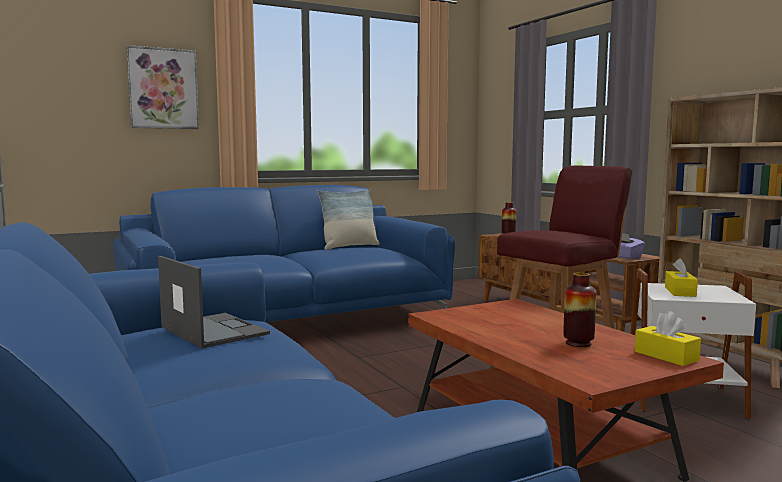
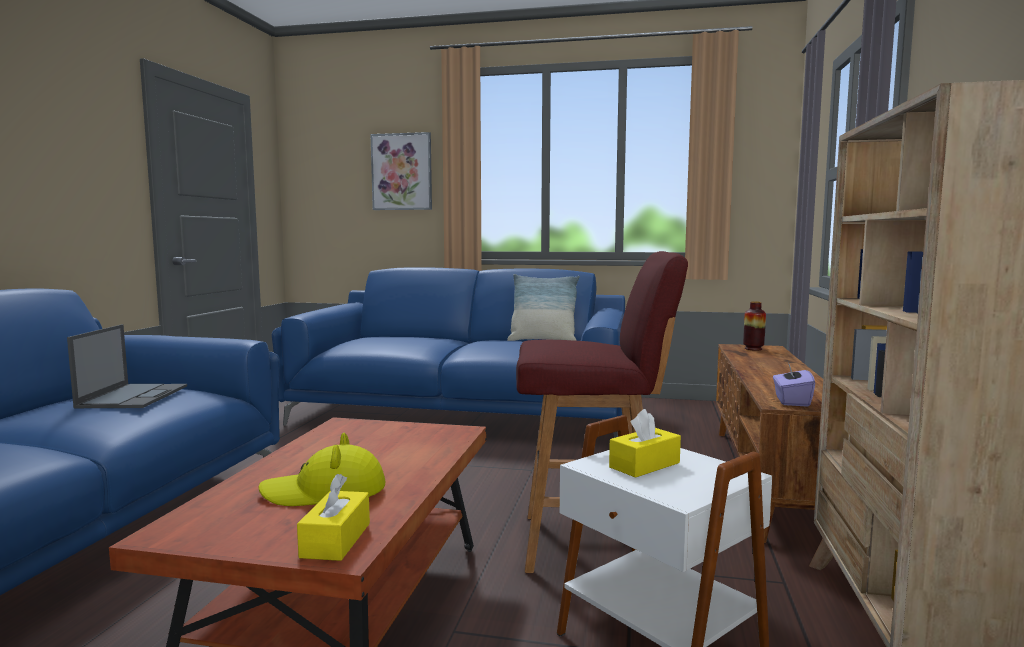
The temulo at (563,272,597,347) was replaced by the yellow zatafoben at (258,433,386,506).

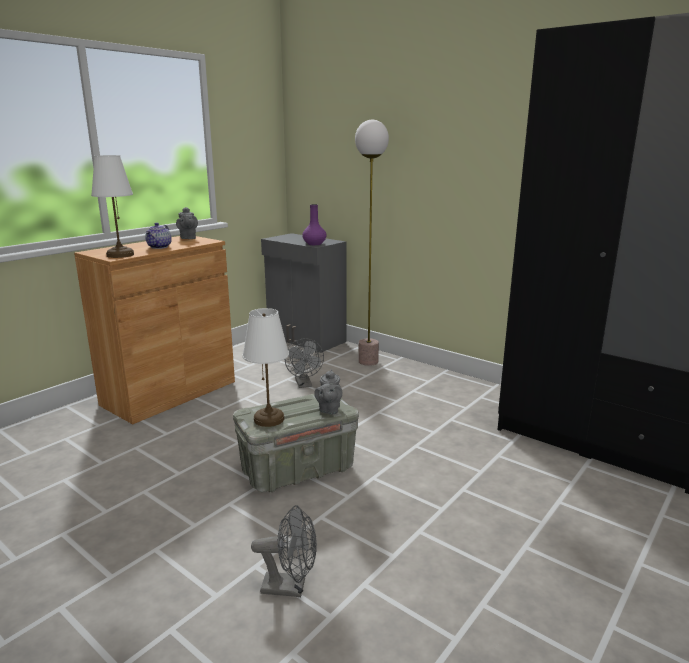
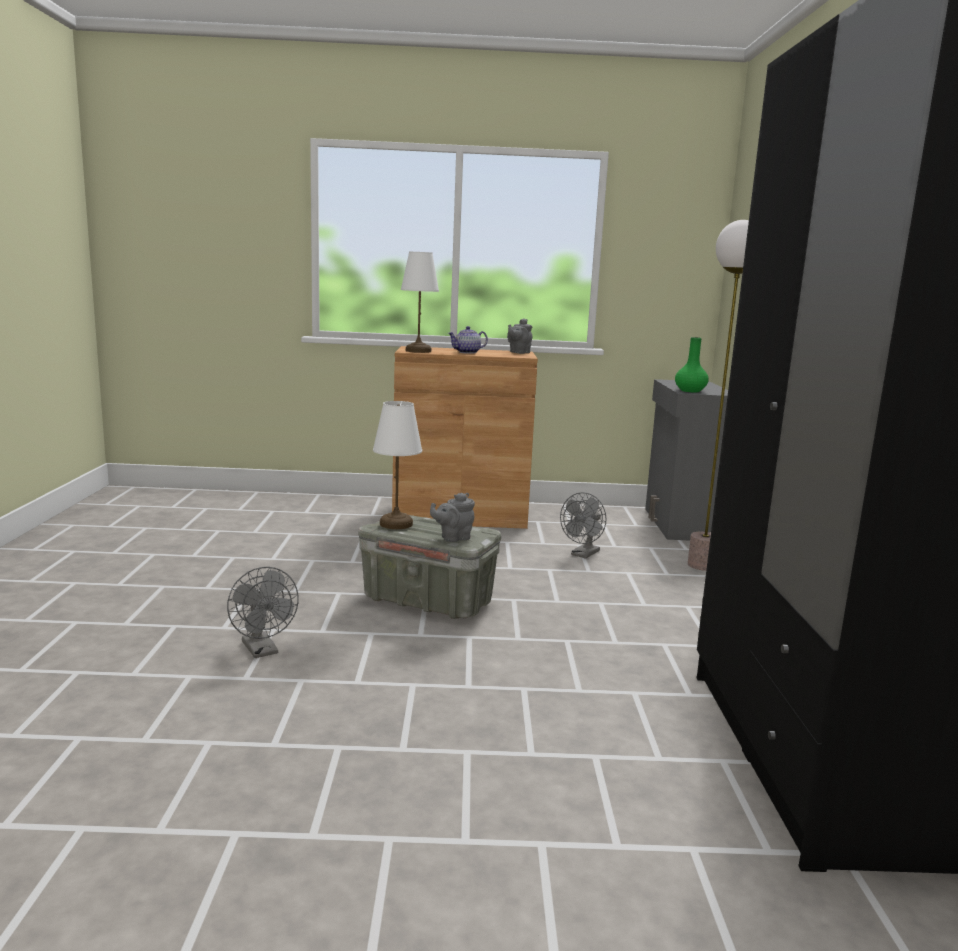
The purple temulo at (302,204,327,245) became the green temulo at (675,337,709,392).

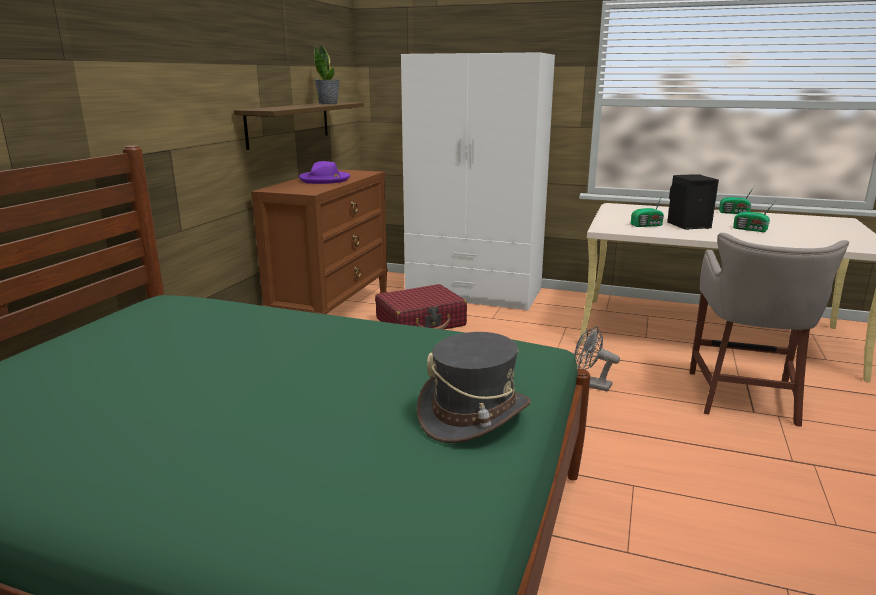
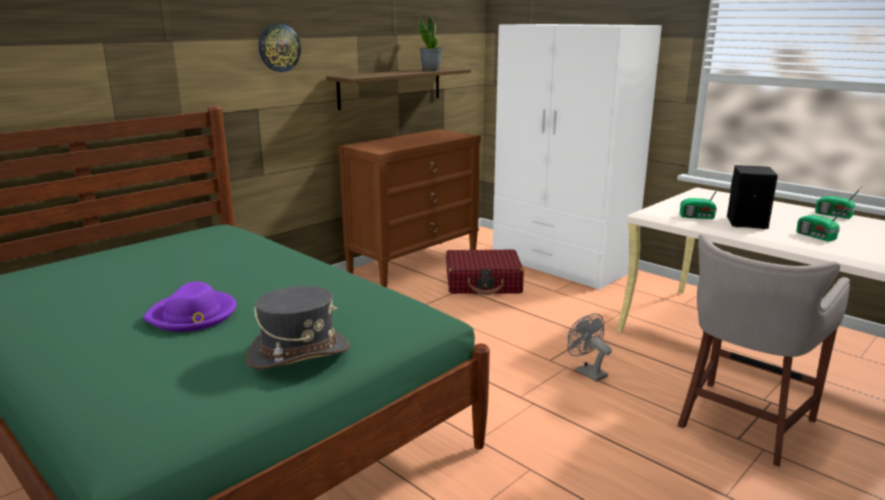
The purple zatafoben moved from (299,161,350,184) to (143,281,236,332).
The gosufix at (259,23,301,72) appeared.

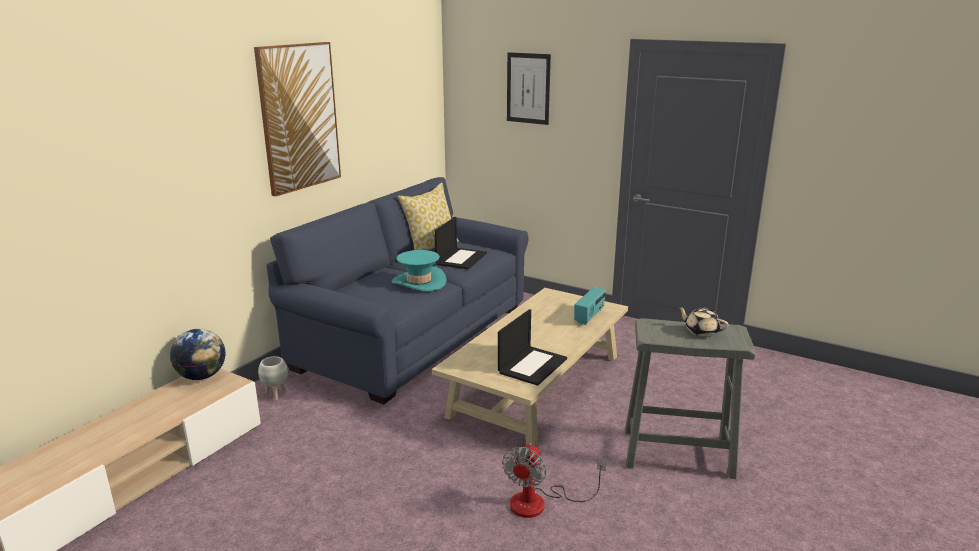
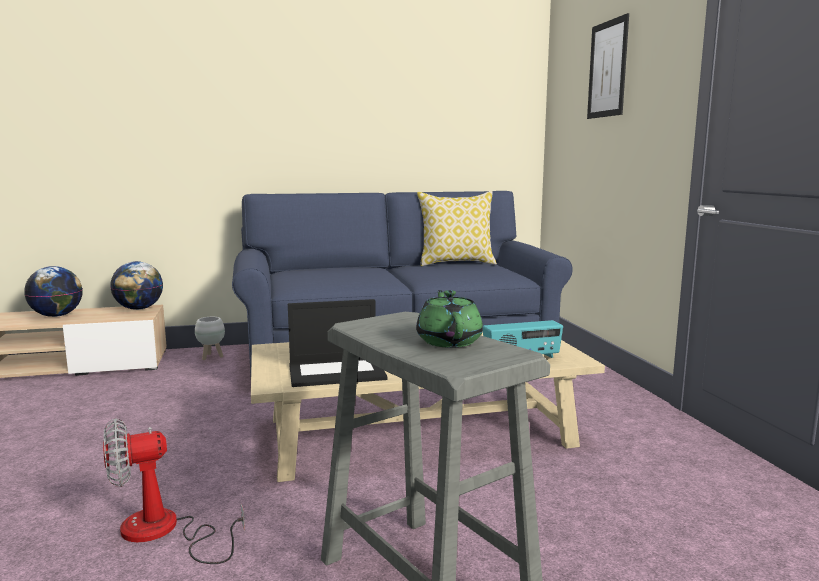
The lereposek at (24,266,83,317) appeared.
The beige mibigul at (677,306,729,337) became the green mibigul at (416,290,483,348).
The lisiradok at (254,42,341,197) disappeared.
The turquoise zatafoben at (392,250,447,291) disappeared.
The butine at (434,217,487,269) disappeared.

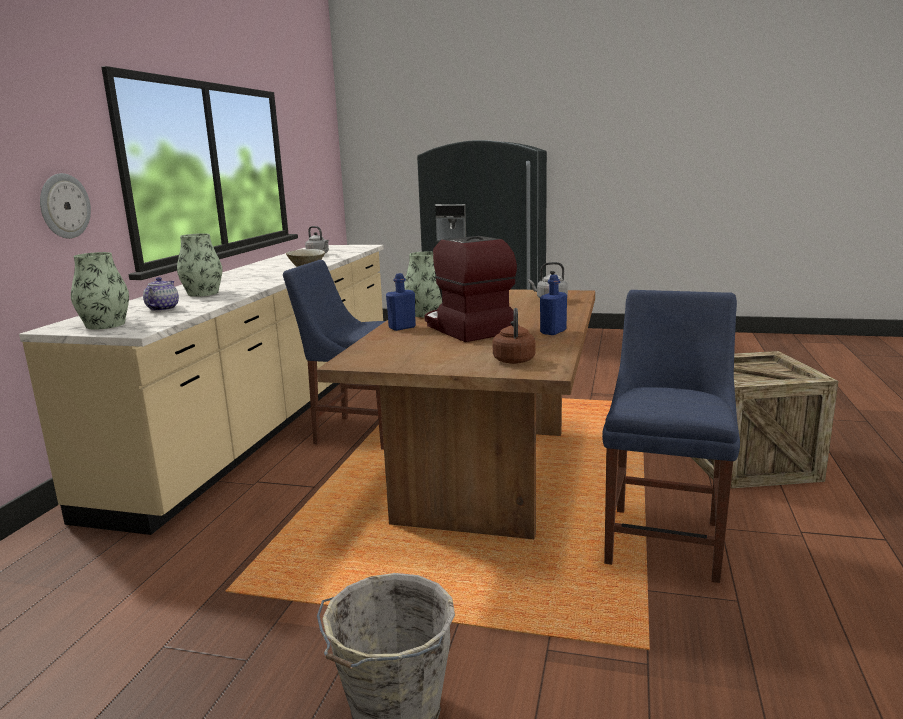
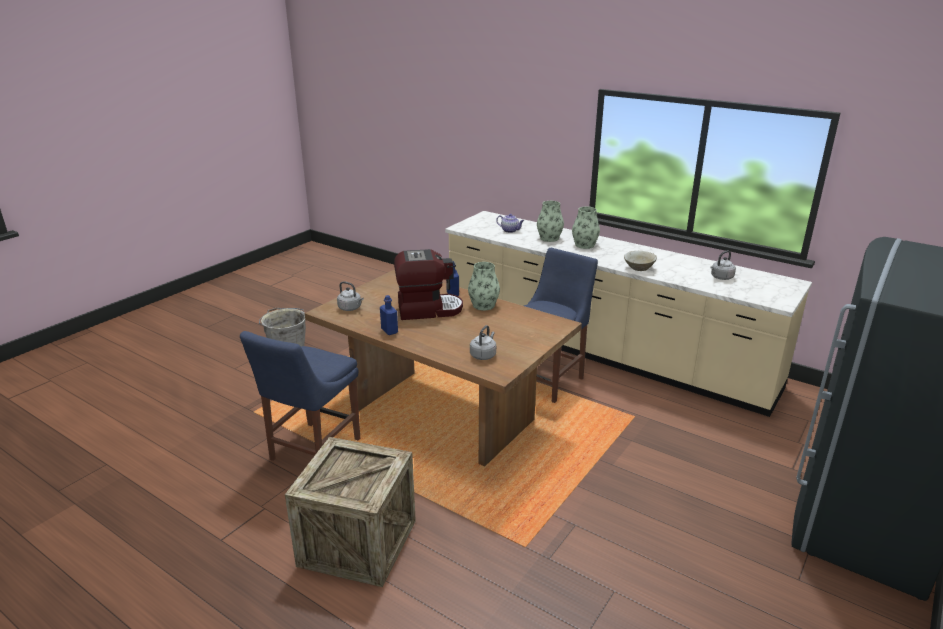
The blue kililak at (602,290,740,583) turned 75 degrees clockwise.
The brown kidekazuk at (493,308,536,364) became the grey kidekazuk at (337,281,364,311).
The temulo moved from (71,252,129,330) to (572,207,600,249).
The gosufix at (40,173,91,239) disappeared.

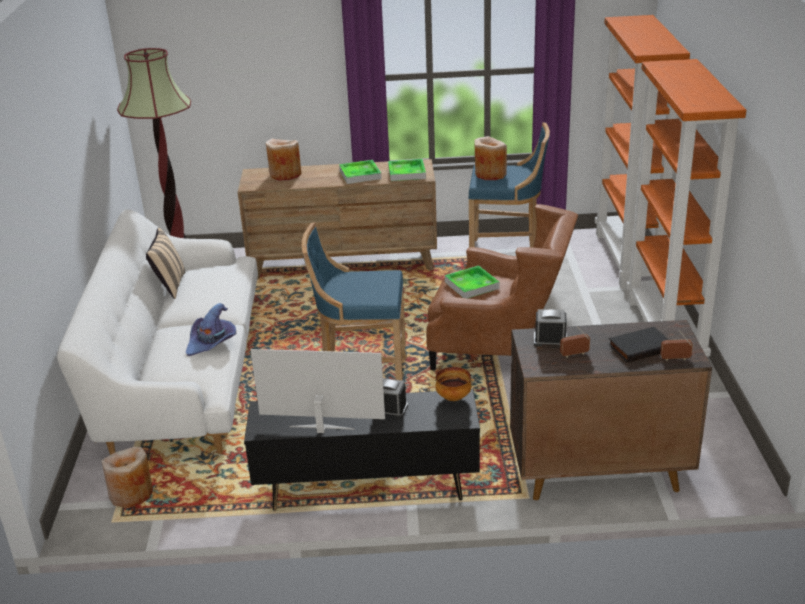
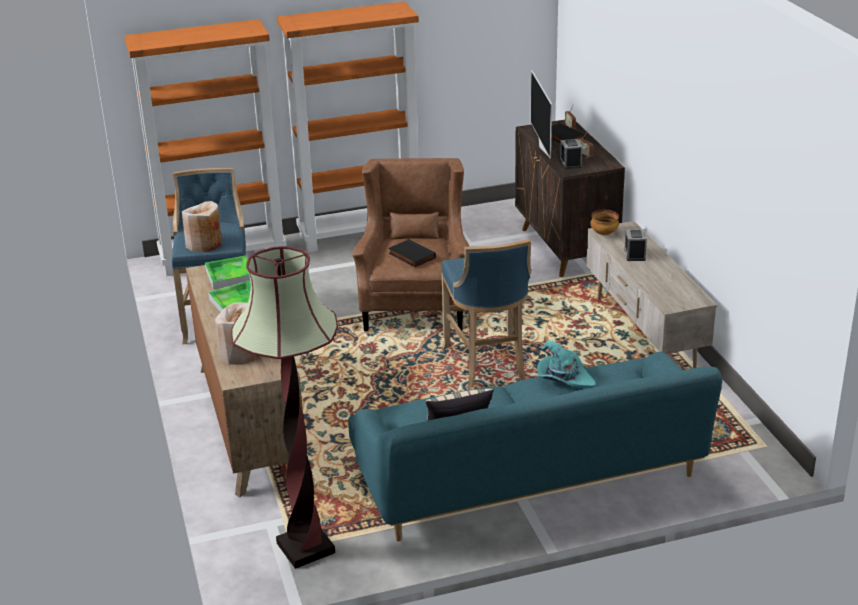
The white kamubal at (57,209,258,455) became the turquoise kamubal at (348,352,723,542).
The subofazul at (445,265,500,298) was replaced by the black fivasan at (388,239,436,267).
The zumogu moved from (251,349,385,433) to (531,70,552,159).
The purple zatafoben at (186,303,236,356) became the turquoise zatafoben at (537,340,595,387).
The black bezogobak at (244,389,480,511) became the beige bezogobak at (586,221,717,368).
The beige temulo at (102,447,153,508) disappeared.

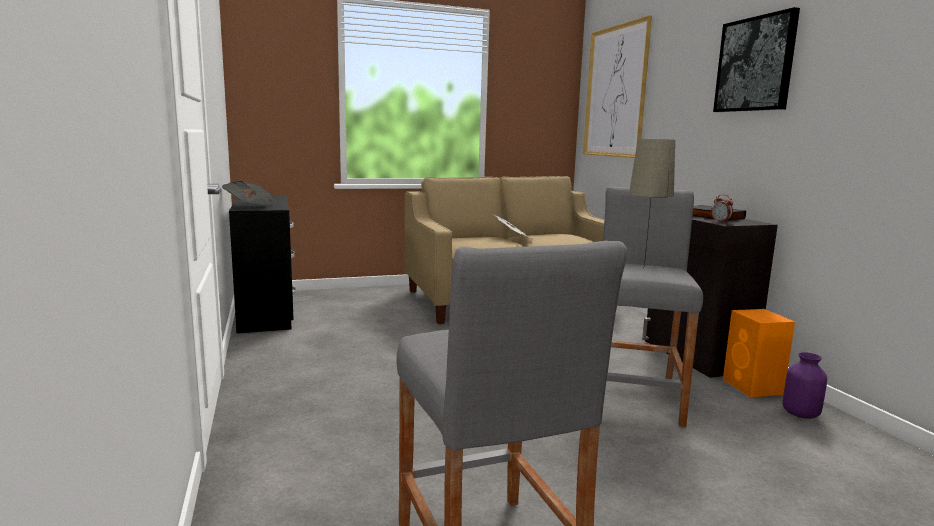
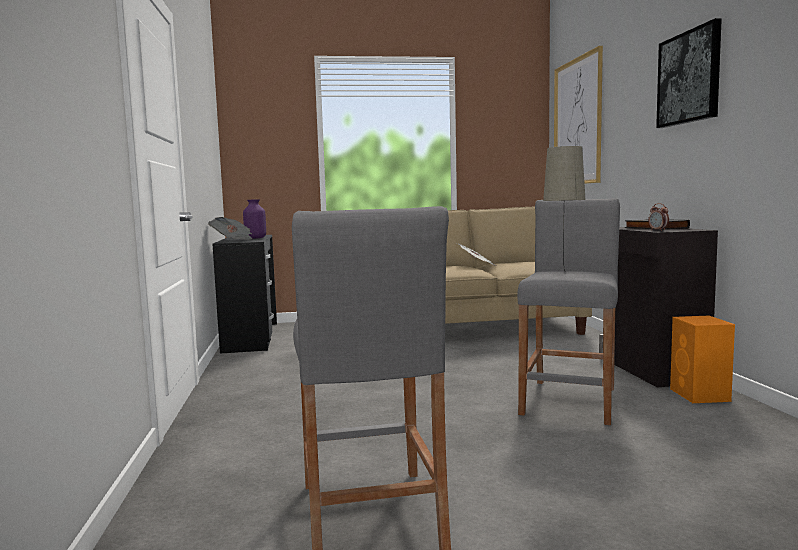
The purple temulo moved from (783,352,827,419) to (243,199,266,239).

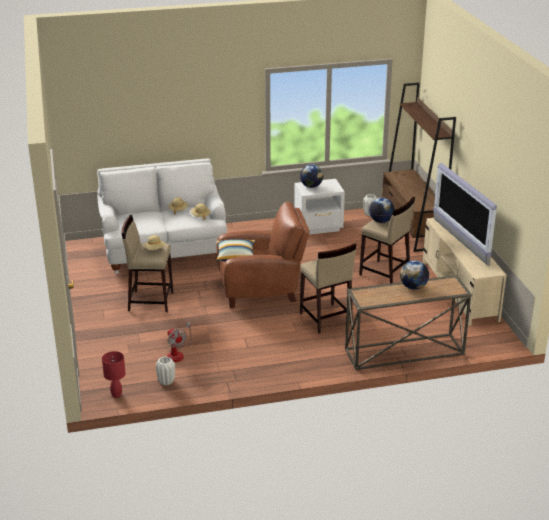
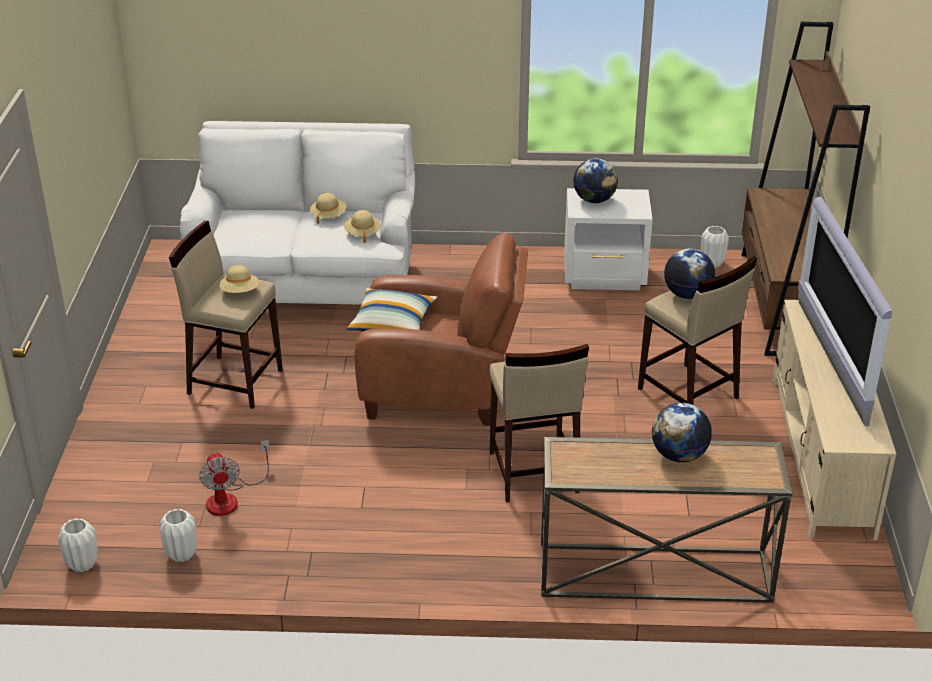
The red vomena at (102,351,126,398) was replaced by the white temulo at (58,518,98,572).

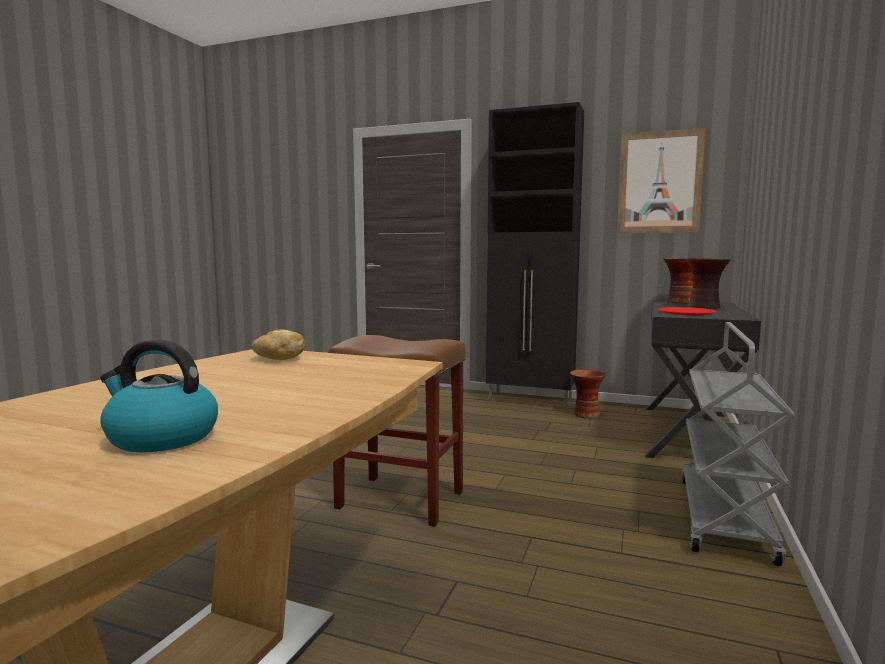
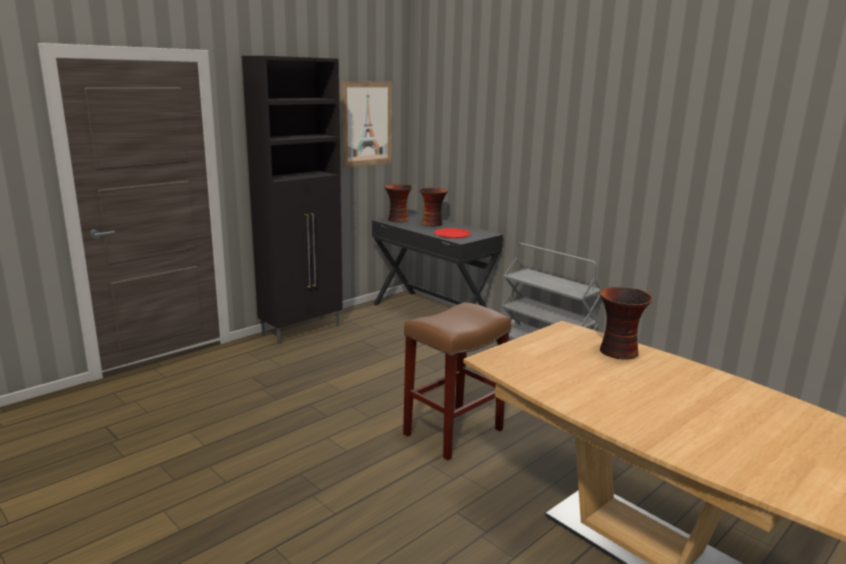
The temulo moved from (570,369,606,419) to (599,287,653,360).
The kidekazuk at (100,339,218,452) disappeared.
The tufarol at (251,329,305,360) disappeared.

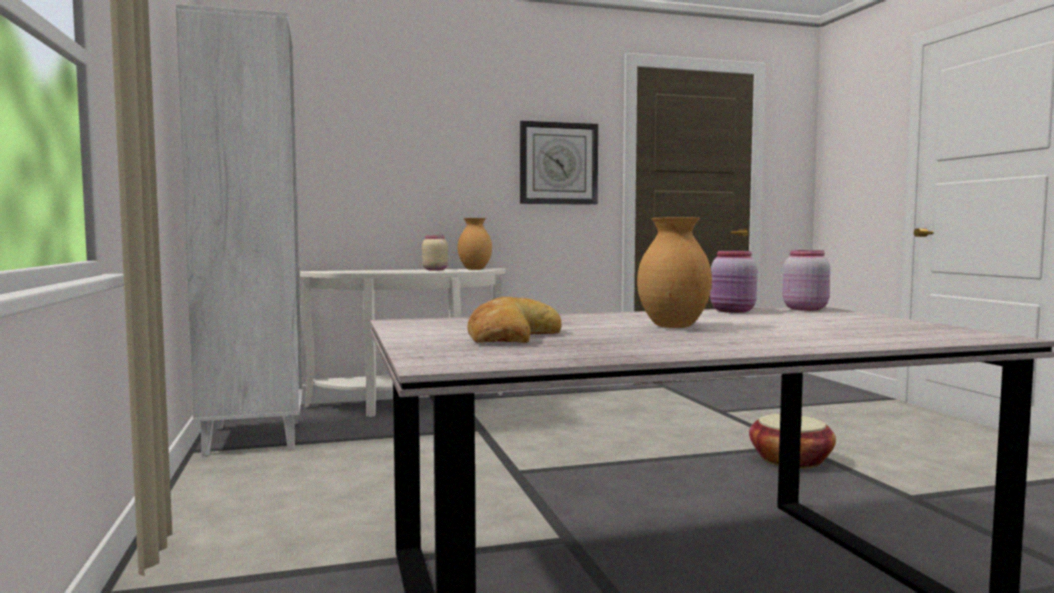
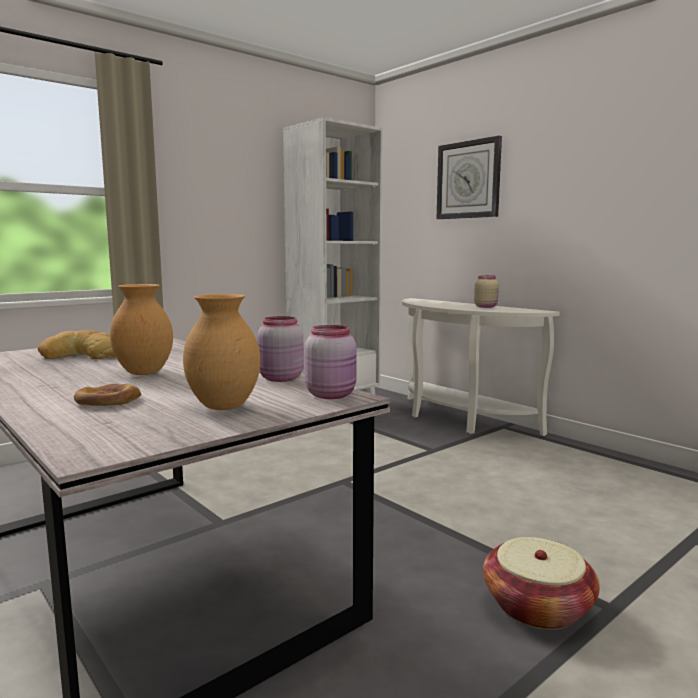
The tufarol at (74,384,141,406) appeared.
The brown temulo moved from (458,218,492,270) to (183,294,260,410).
The gosufix moved from (520,121,598,205) to (437,136,502,219).

